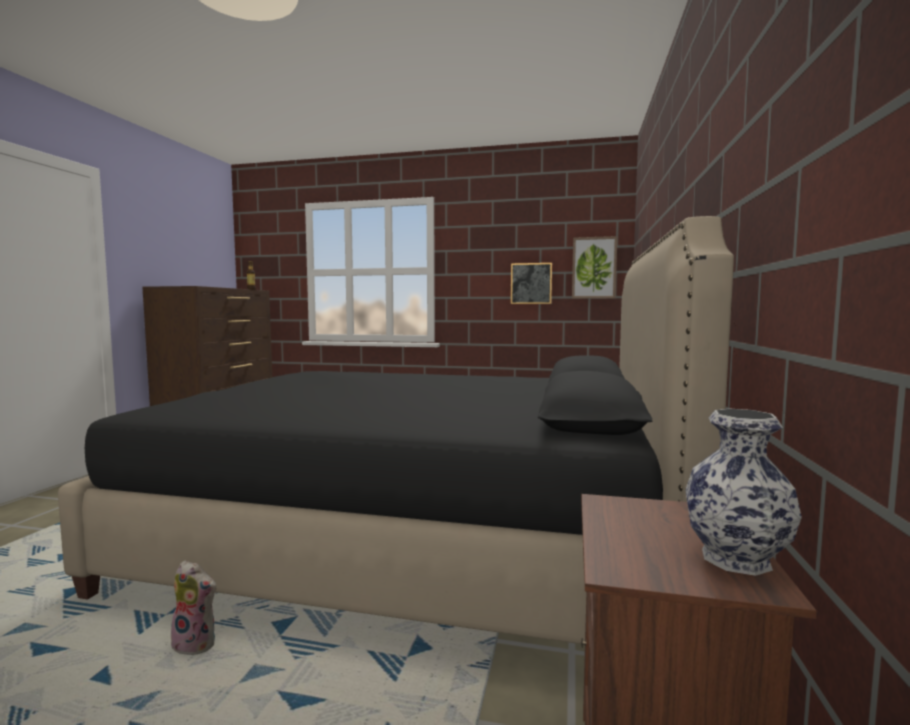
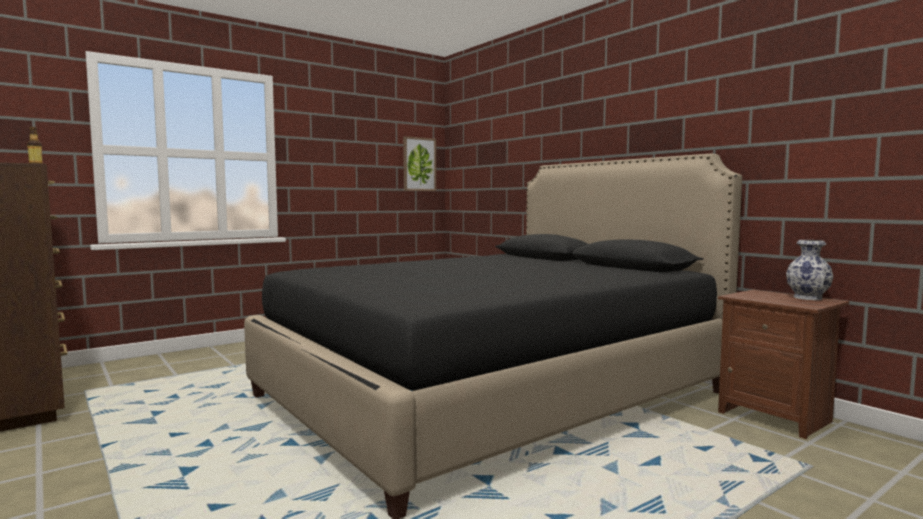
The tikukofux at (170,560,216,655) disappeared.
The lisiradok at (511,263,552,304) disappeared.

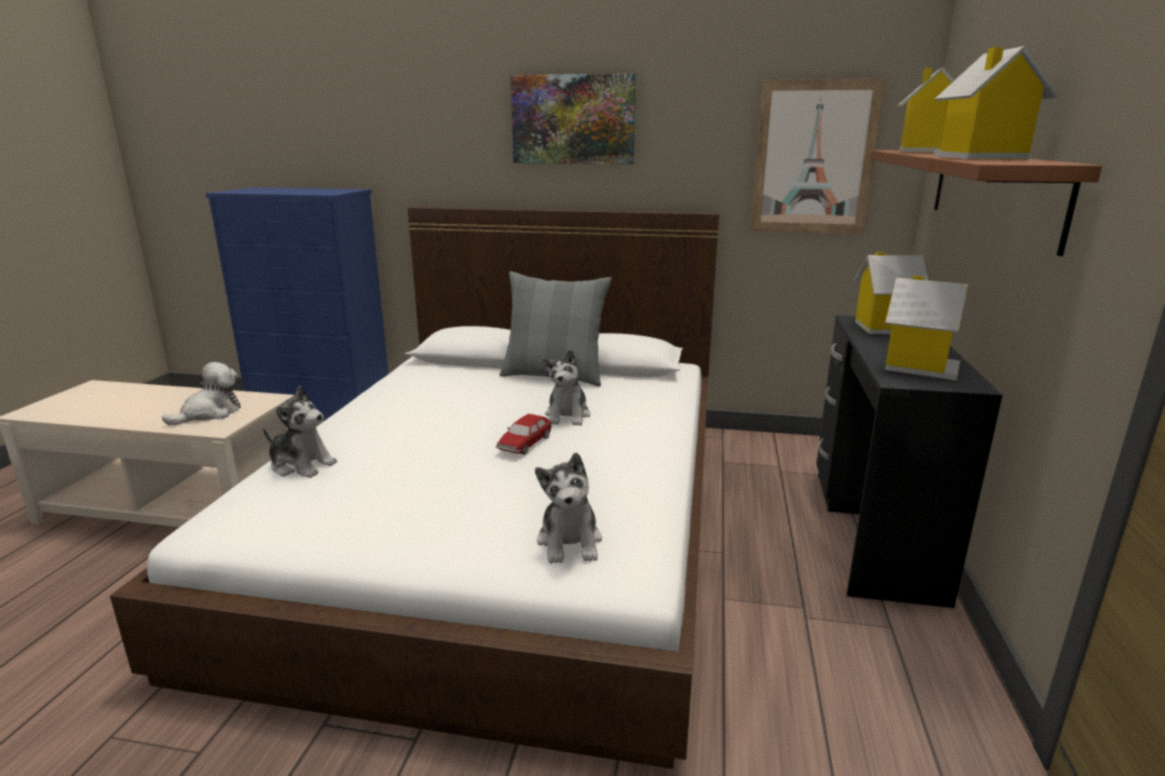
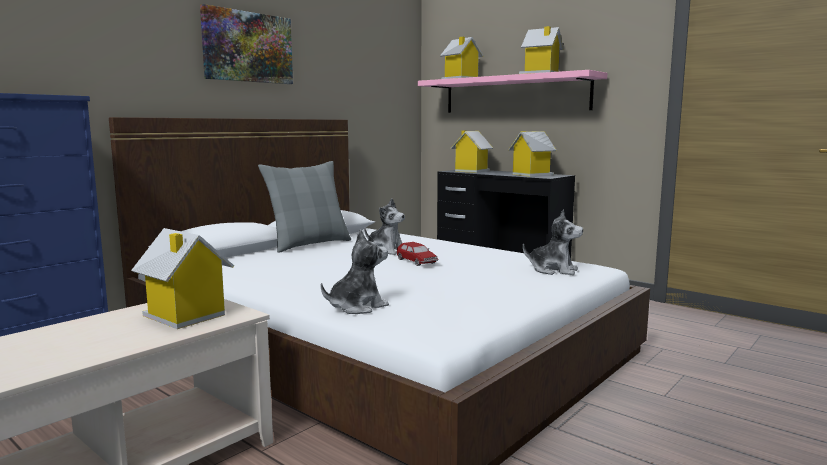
The tikukofux at (162,362,241,425) was replaced by the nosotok at (131,228,234,329).
The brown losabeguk at (870,150,1102,256) became the pink losabeguk at (418,70,607,113).
The lisiradok at (750,79,885,234) disappeared.

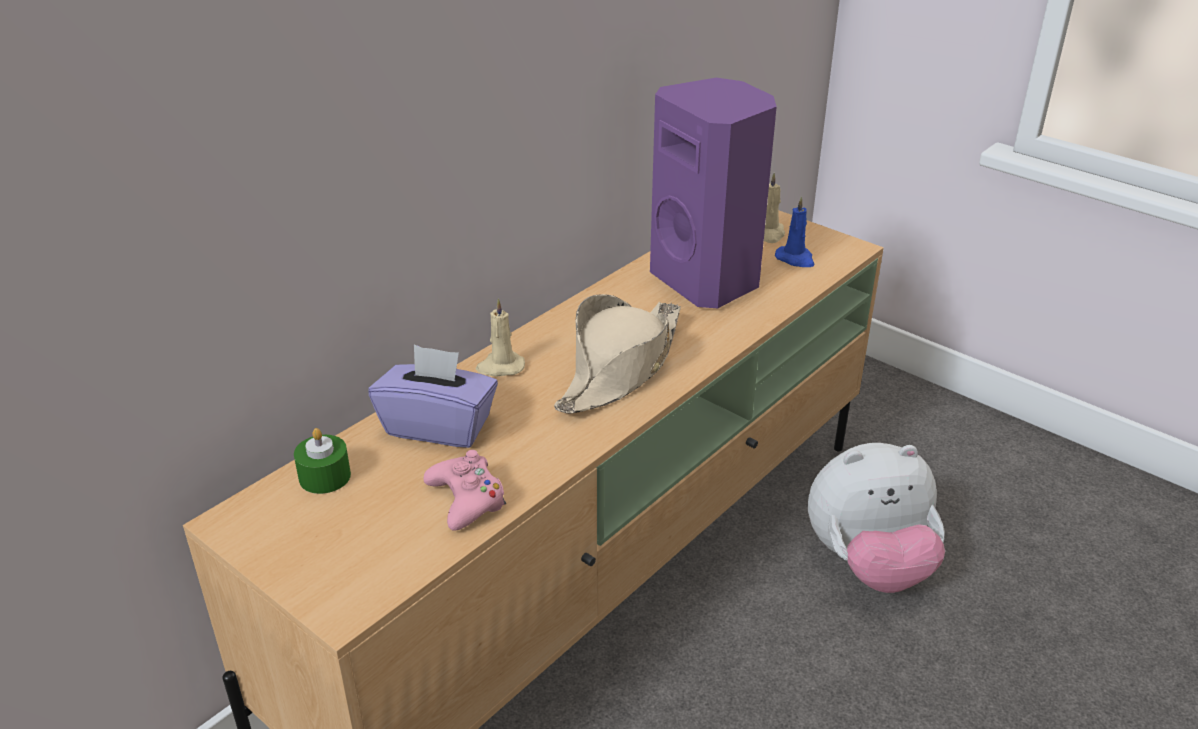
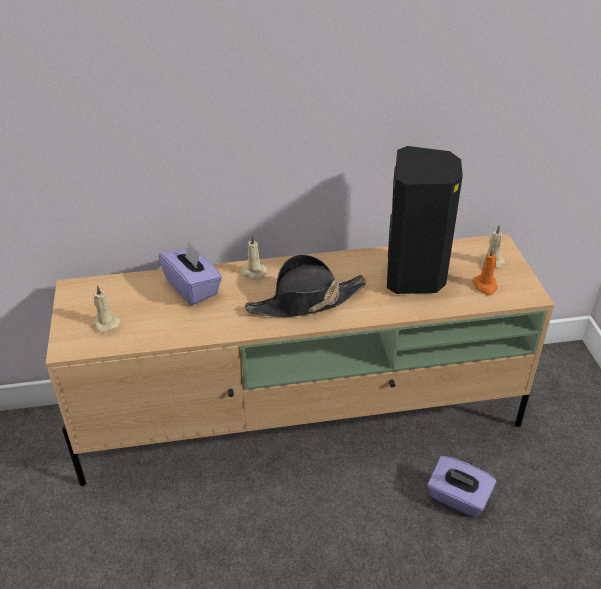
The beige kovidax at (93,285,120,332) appeared.
The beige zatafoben at (554,294,681,413) became the black zatafoben at (245,254,367,318).
The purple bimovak at (650,78,777,308) became the black bimovak at (387,146,463,294).
The tikukofux at (808,443,945,593) was replaced by the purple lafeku at (428,456,496,517).
The blue kovidax at (775,196,815,267) became the orange kovidax at (472,247,498,296).
The green kovidax at (294,428,351,494) disappeared.
The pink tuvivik at (423,450,506,531) disappeared.

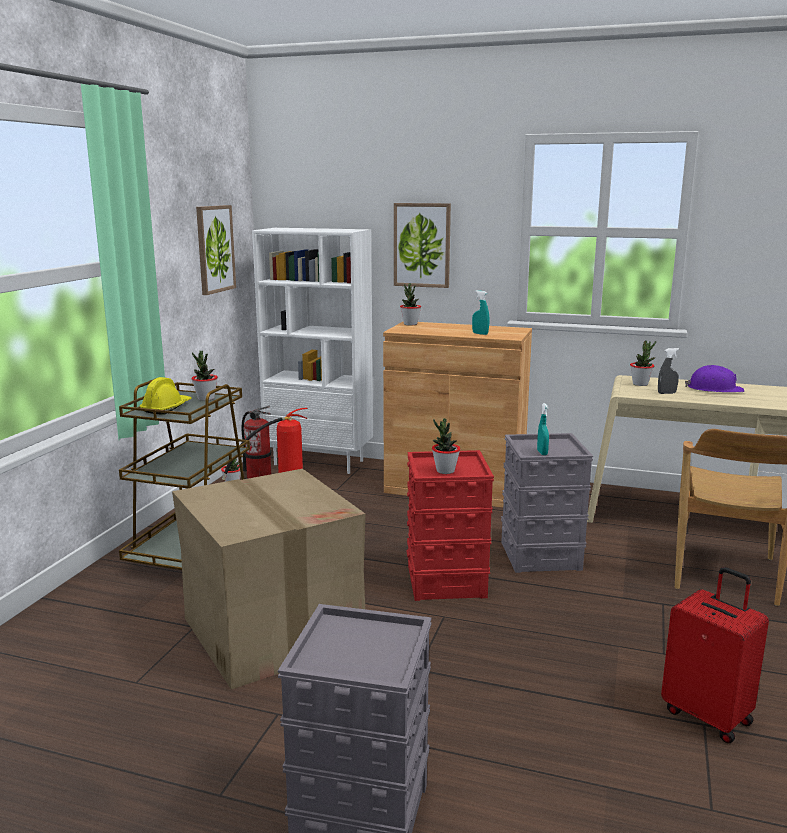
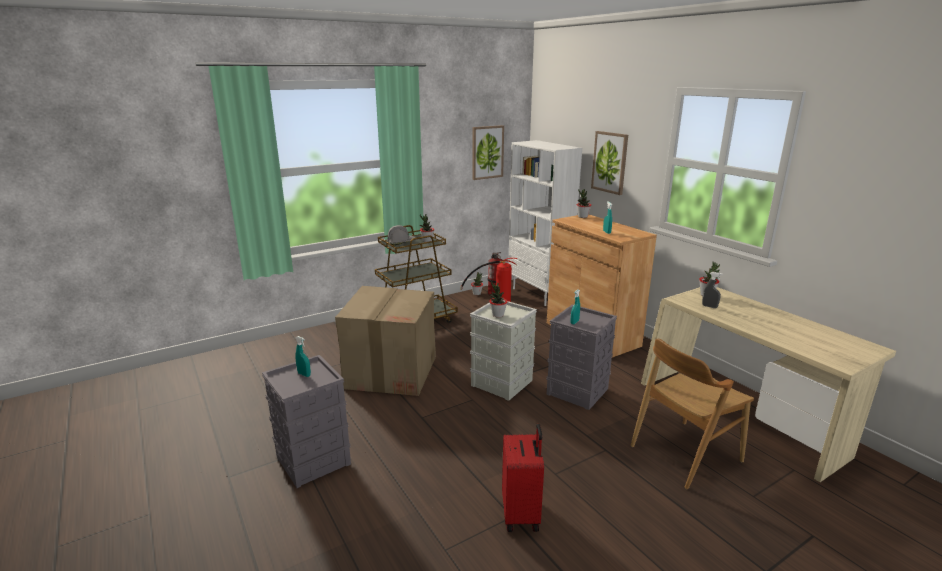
The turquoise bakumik at (295,336,311,377) appeared.
The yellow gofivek at (139,377,192,415) became the grey gofivek at (387,225,416,246).
The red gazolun at (406,450,494,601) became the grey gazolun at (470,301,537,401).
The purple gofivek at (685,365,744,392) disappeared.

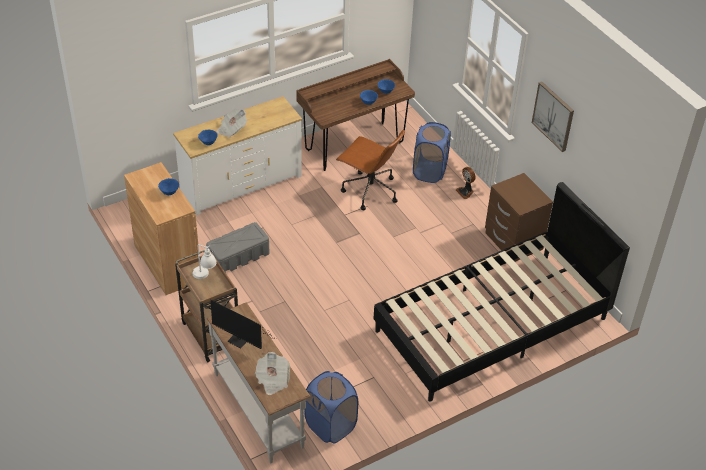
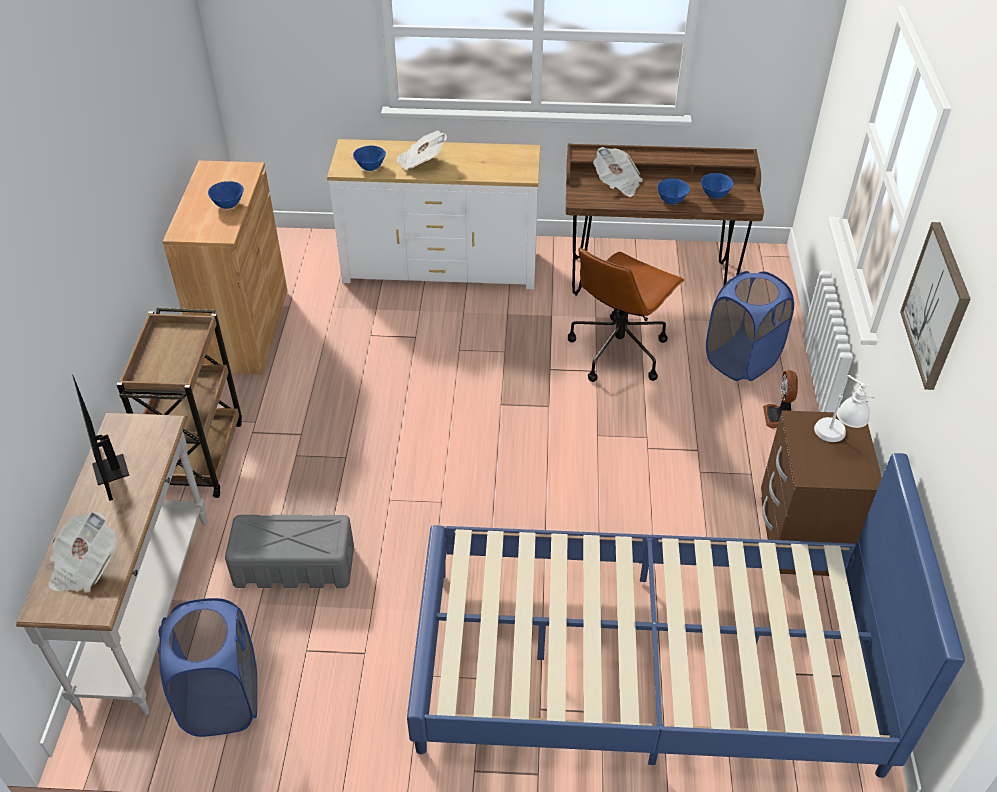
The grey gazolun moved from (206,222,270,273) to (225,515,354,588).
The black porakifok at (374,182,630,402) became the blue porakifok at (407,453,965,778).
The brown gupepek at (336,130,405,211) turned 60 degrees clockwise.
The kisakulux at (593,147,643,197) appeared.
The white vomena moved from (192,244,217,279) to (814,375,875,442).

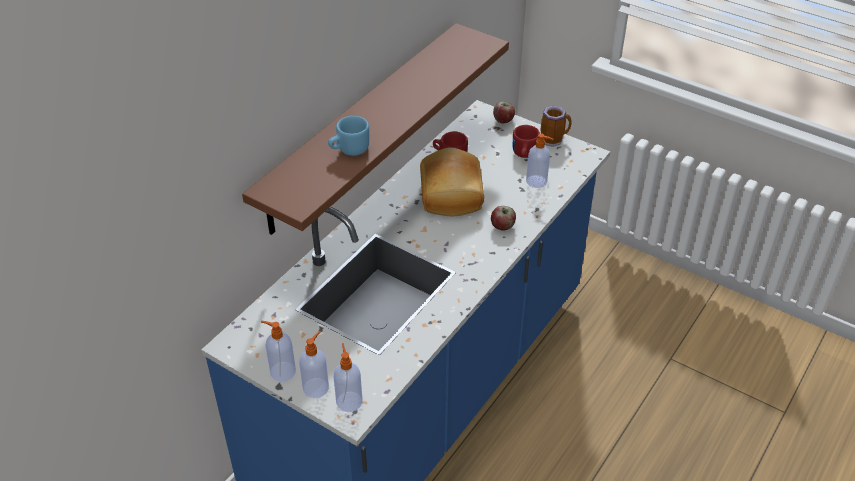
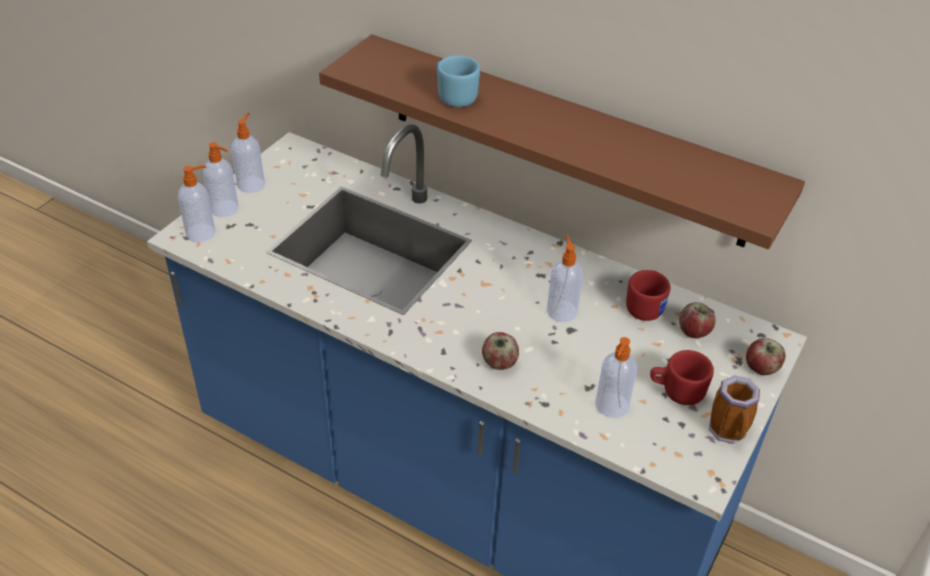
The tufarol at (420,147,484,216) was replaced by the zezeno at (547,235,583,322).
The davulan at (679,302,716,338) appeared.

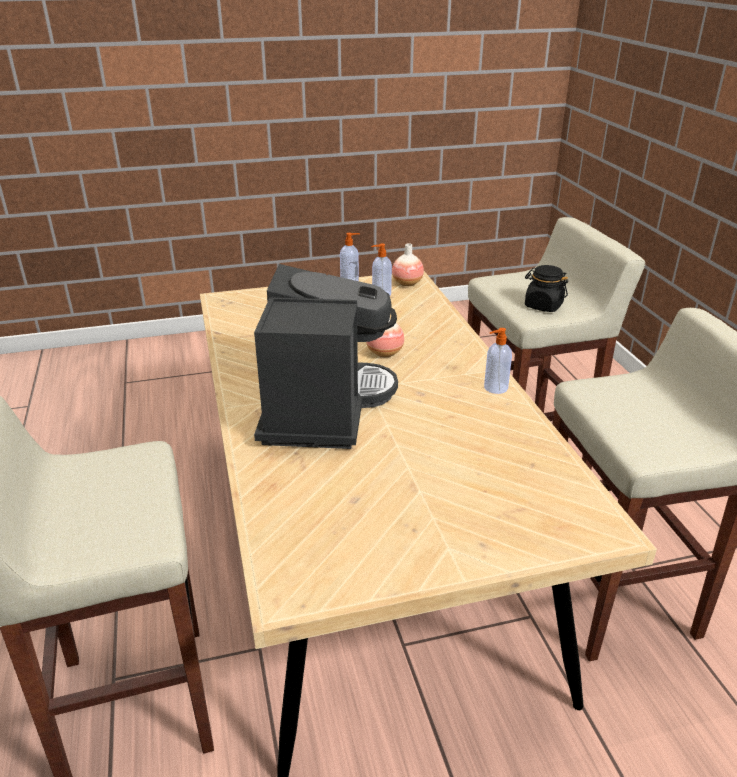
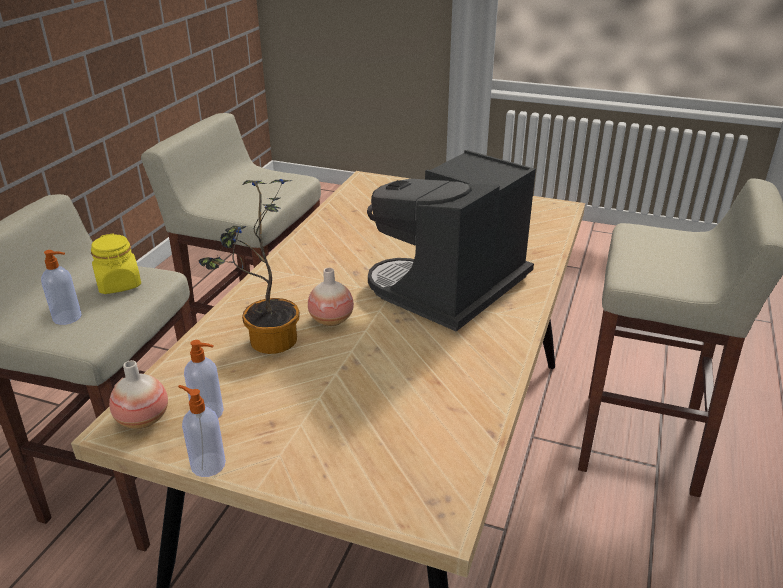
The zezeno moved from (484,328,512,394) to (41,250,82,325).
The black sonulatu at (525,265,568,312) became the yellow sonulatu at (91,233,141,294).
The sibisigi at (199,179,300,354) appeared.

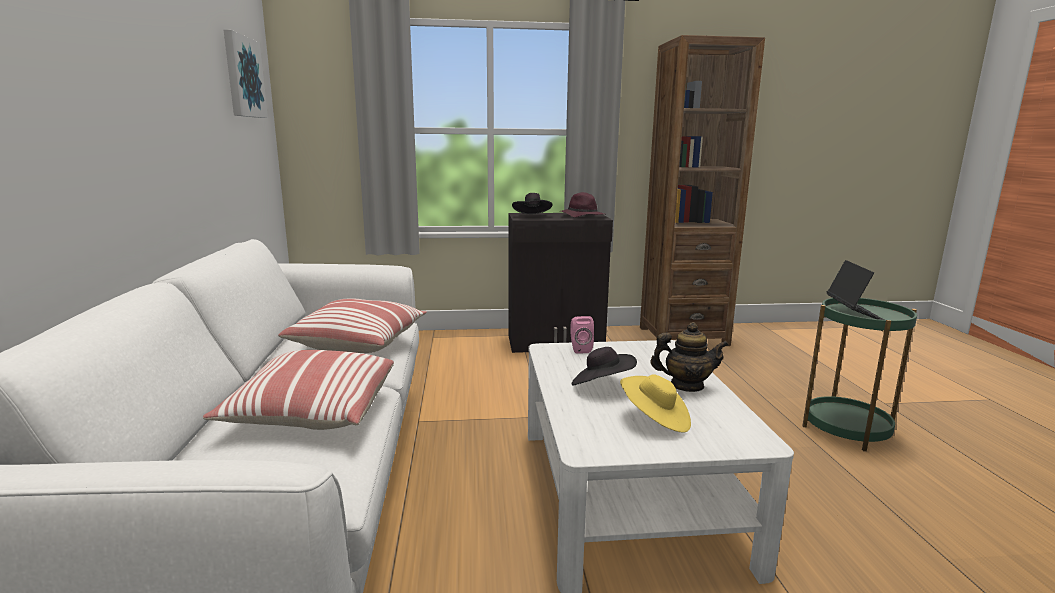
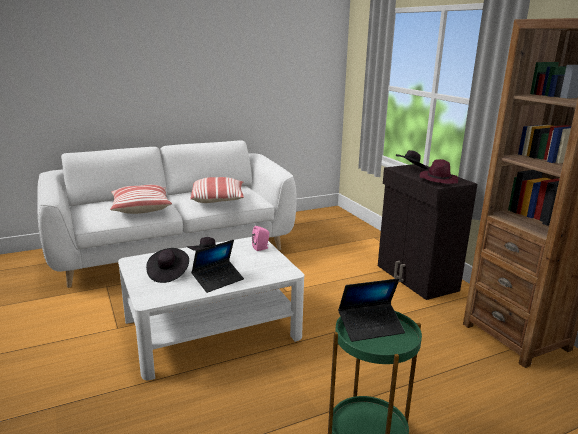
The yellow zatafoben at (620,375,691,433) became the black zatafoben at (146,248,189,283).
The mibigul at (650,322,729,392) was replaced by the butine at (191,240,244,293).
The lisiradok at (224,30,268,118) disappeared.

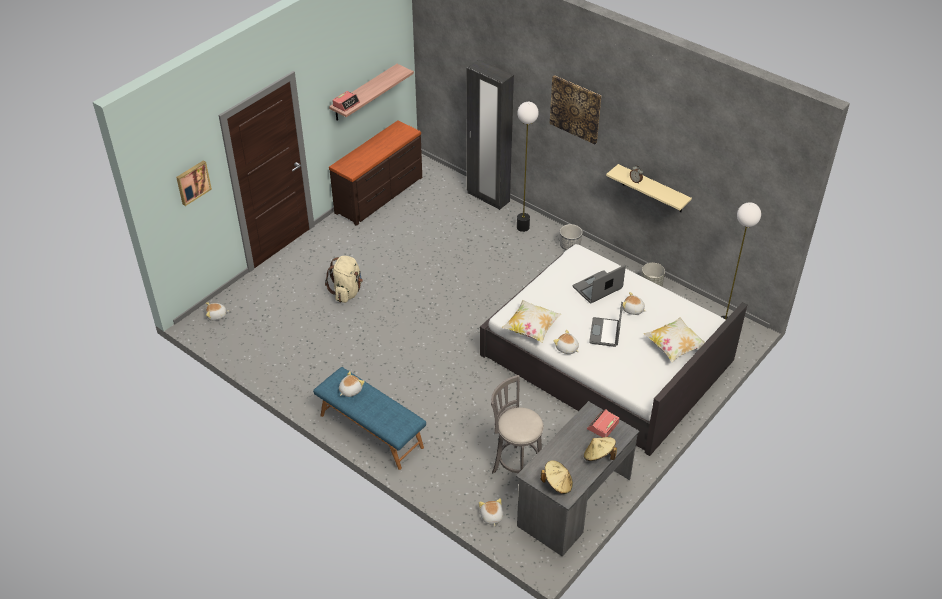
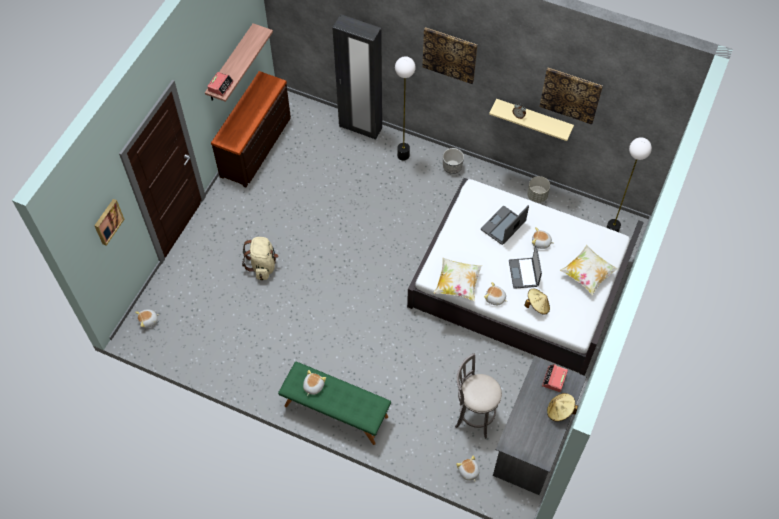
The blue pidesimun at (313,367,426,470) became the green pidesimun at (278,362,391,445).
The beige zatafoben moved from (541,460,573,494) to (525,289,550,315).
The lisiradok at (539,68,603,125) appeared.

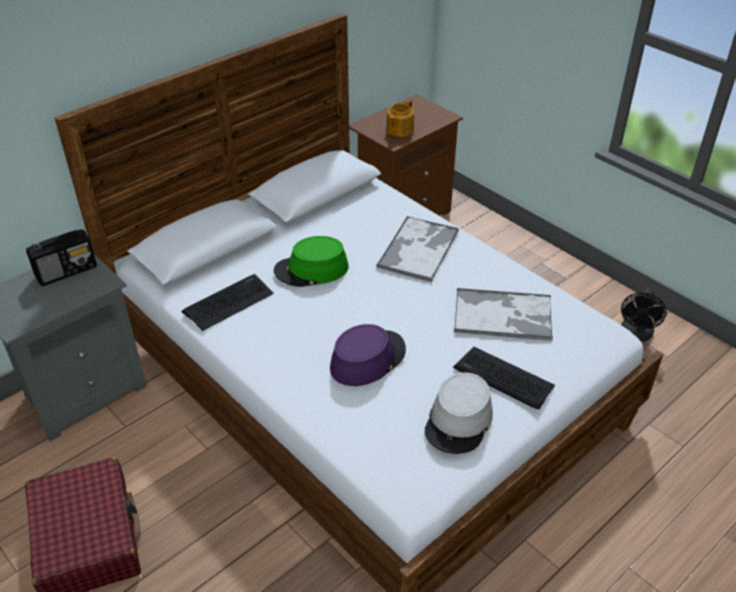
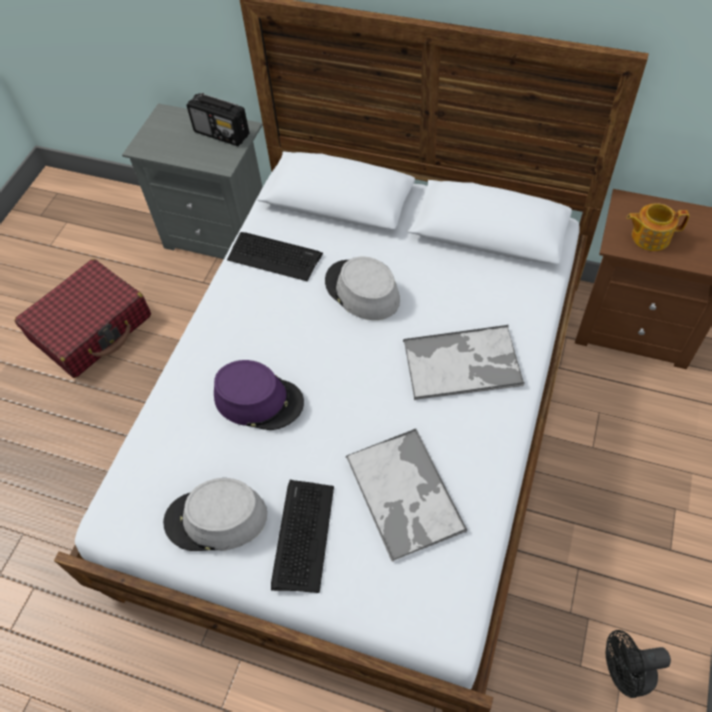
The green zatafoben at (274,236,349,287) became the grey zatafoben at (325,257,400,320).

